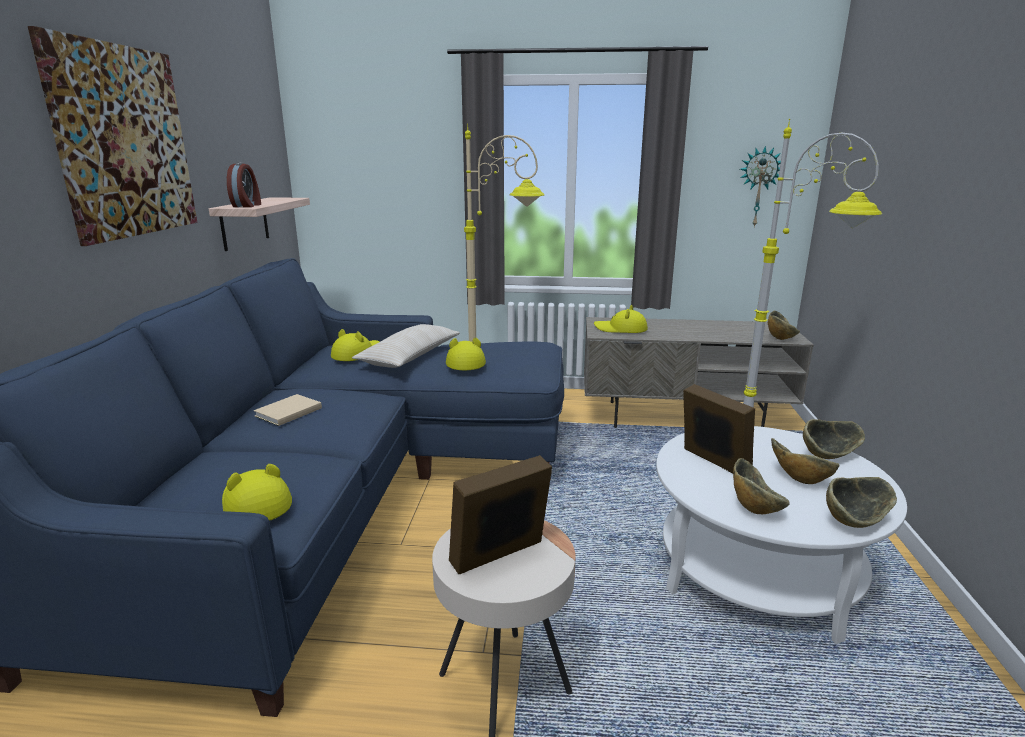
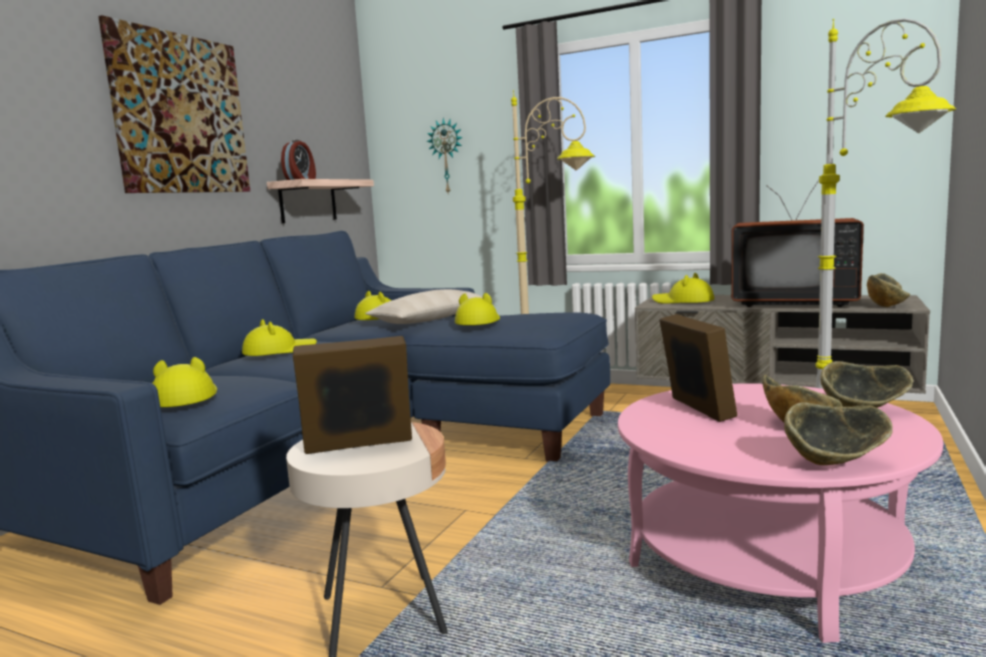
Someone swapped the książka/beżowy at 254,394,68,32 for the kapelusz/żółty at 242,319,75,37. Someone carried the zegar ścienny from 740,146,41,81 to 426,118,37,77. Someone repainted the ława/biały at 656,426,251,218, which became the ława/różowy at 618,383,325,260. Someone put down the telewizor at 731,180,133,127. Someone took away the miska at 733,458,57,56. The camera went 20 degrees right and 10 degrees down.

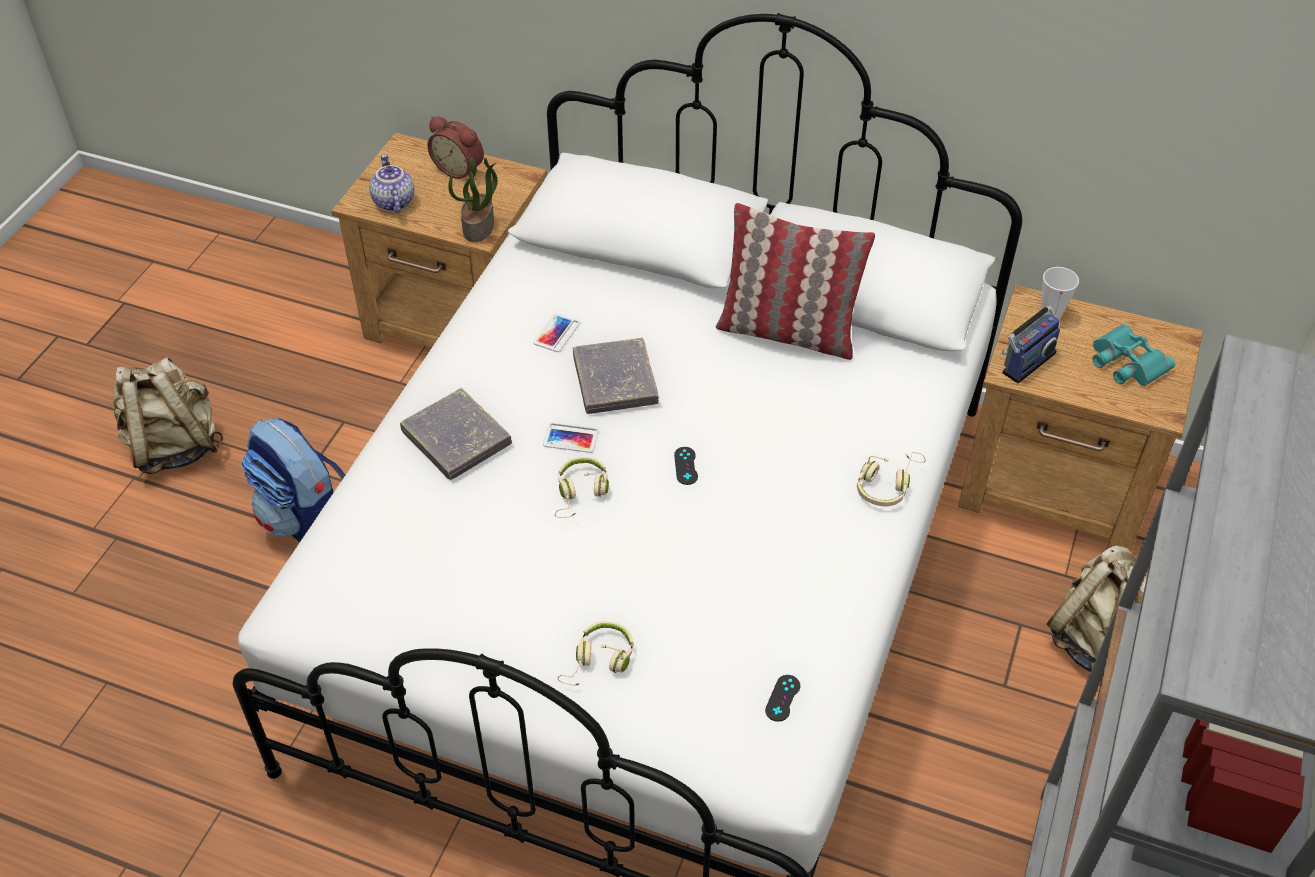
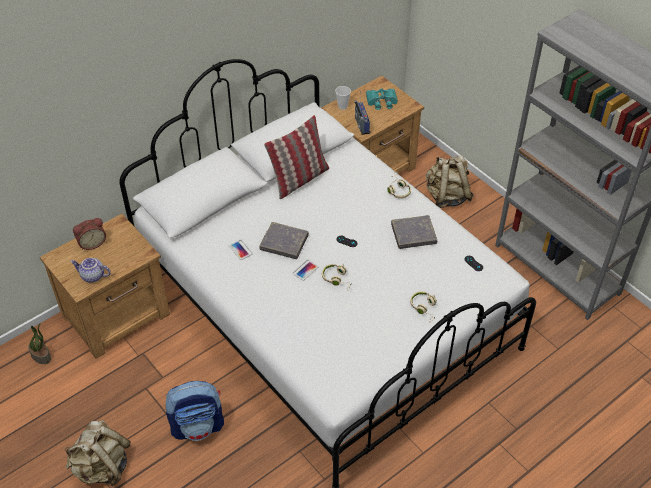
Someone carried the roślina doniczkowa from 448,157,49,85 to 28,323,23,41. Someone carried the książka/szary from 400,388,112,92 to 391,215,46,34. The camera went 60 degrees left and 0 degrees up.

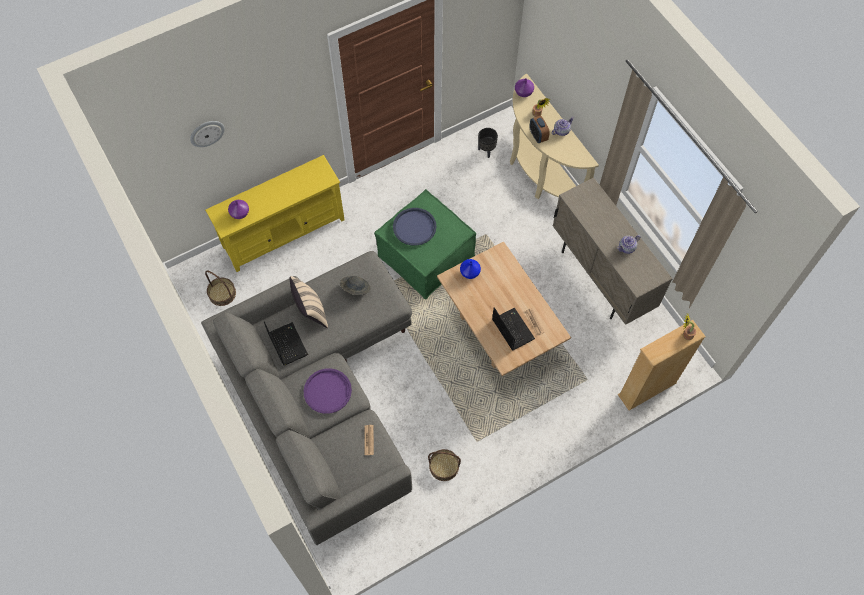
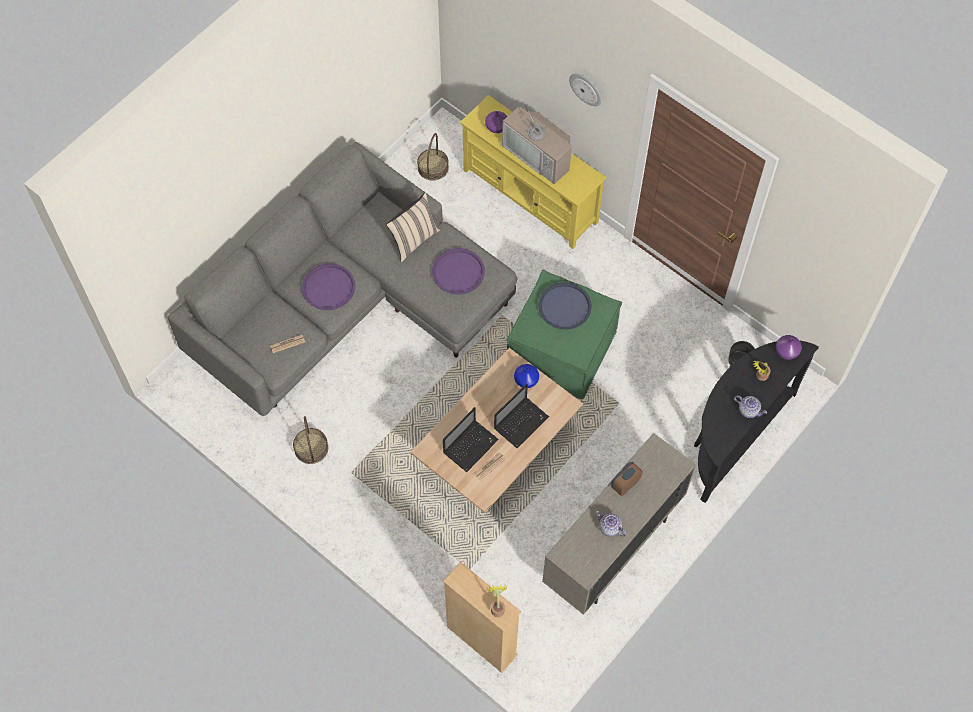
Someone swapped the kapelusz/szary at 340,276,31,19 for the taca/fioletowy at 432,248,53,47. Someone carried the laptop from 264,321,44,45 to 494,384,55,64. Someone put down the telewizor at 502,98,70,86. Someone carried the zegar ścienny from 190,121,35,26 to 569,74,33,32. Someone carried the budzik from 529,115,21,28 to 611,462,32,34. Someone repainted the stolik konsolowy/beżowy at 510,74,89,125, which became the stolik konsolowy/czarny at 694,340,125,163. The camera went 70 degrees right and 0 degrees up.

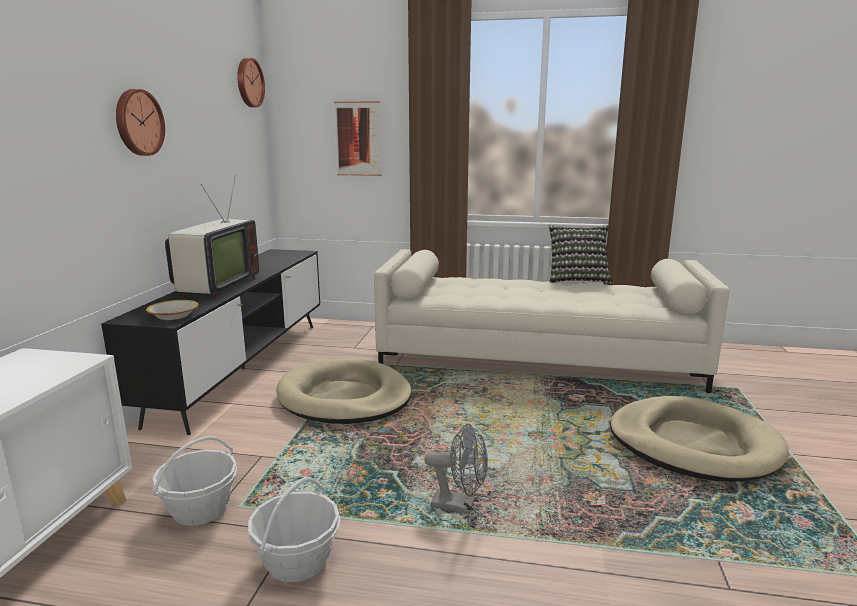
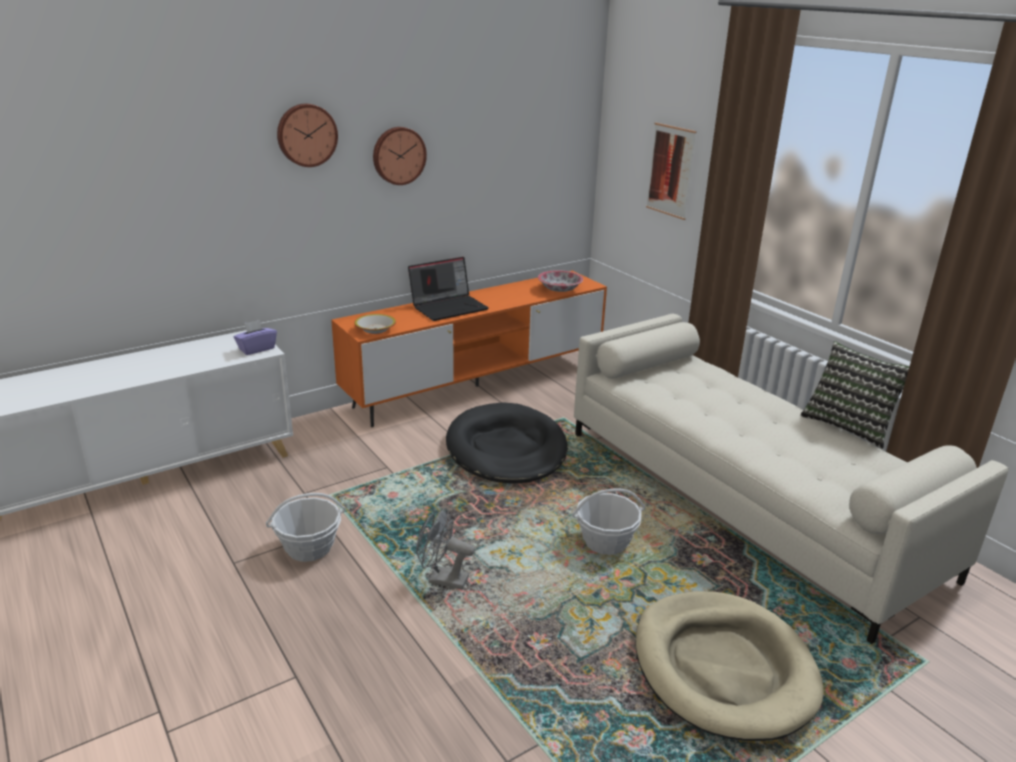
Someone put down the pudełko chusteczek/fioletowy at 234,320,43,35. Someone carried the zegar ścienny from 237,58,28,49 to 277,104,61,63. Someone repainted the szafka pod telewizor/czarny at 101,249,219,186, which became the szafka pod telewizor/pomarańczowy at 331,271,276,156. Someone swapped the telewizor at 165,175,94,124 for the laptop at 408,257,81,64. Someone rotated the wentylator/szary at 424,423,64,91 by 135 degrees clockwise. Someone repainted the legowisko/beżowy at 276,359,136,65, which became the legowisko/czarny at 446,402,122,81. Someone put down the miska at 538,270,45,22. Someone carried the koszyk from 152,436,85,90 to 572,488,73,67. The camera went 45 degrees right and 10 degrees up.

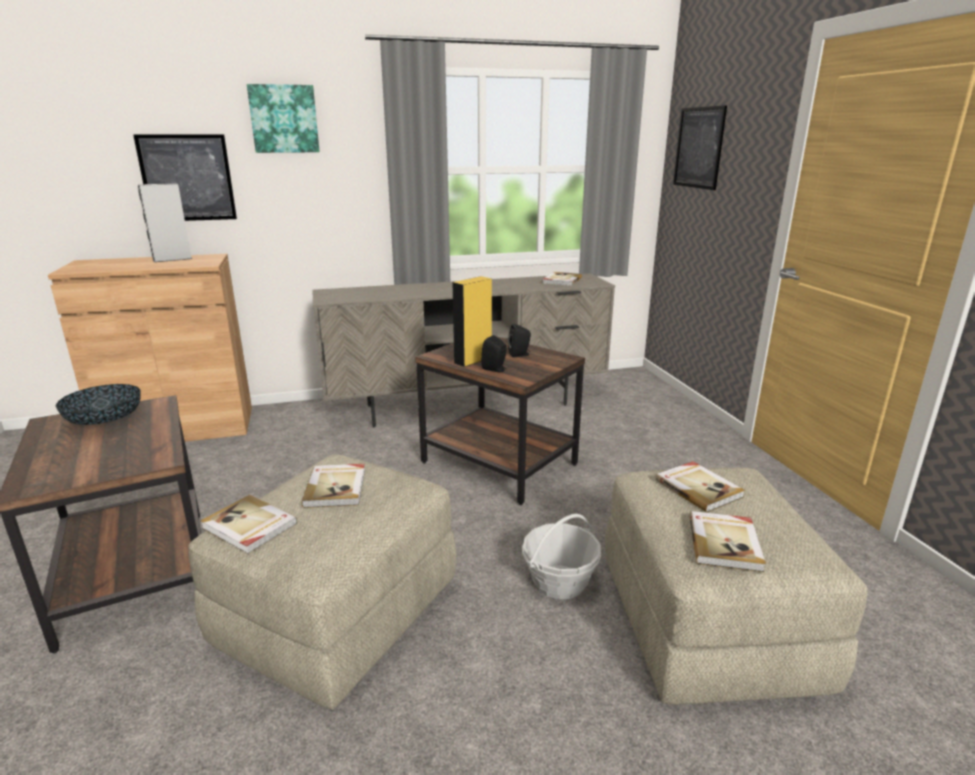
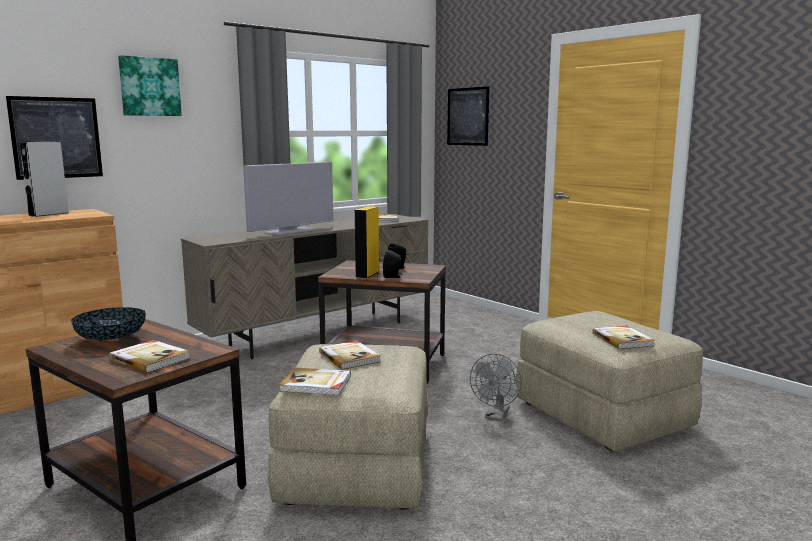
Someone carried the książka from 655,461,90,51 to 109,340,82,33. Someone put down the telewizor at 243,162,91,74. Someone swapped the koszyk at 522,514,79,85 for the wentylator/szary at 470,354,52,67. The camera went 25 degrees left and 10 degrees down.

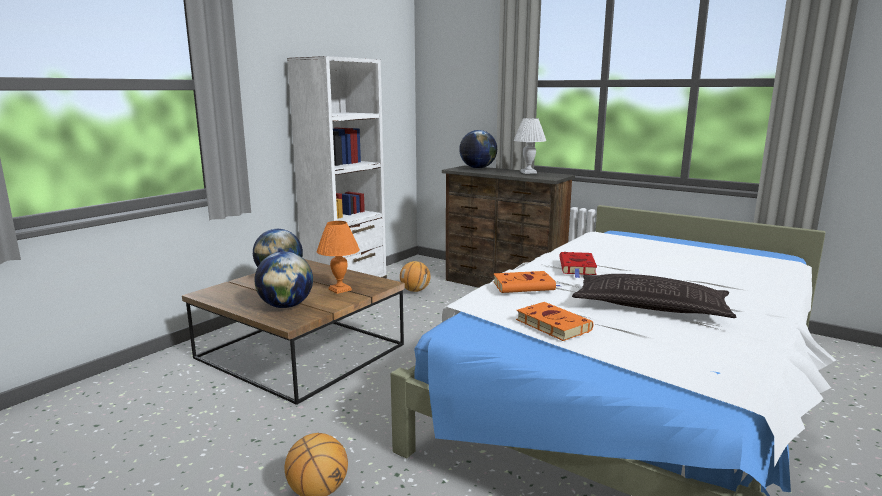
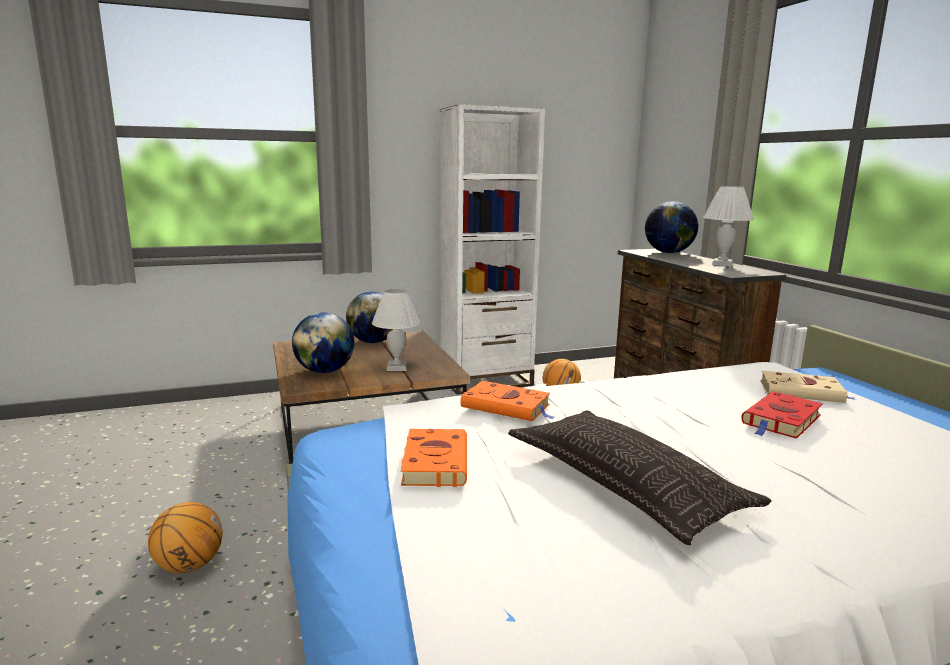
Someone repainted the lampa stołowa/pomarańczowy at 317,221,43,73, which became the lampa stołowa/biały at 372,289,49,82. Someone carried the książka/czerwony from 560,252,37,26 to 741,391,82,48. Someone put down the książka/beżowy at 760,371,96,32. The camera went 35 degrees right and 0 degrees up.

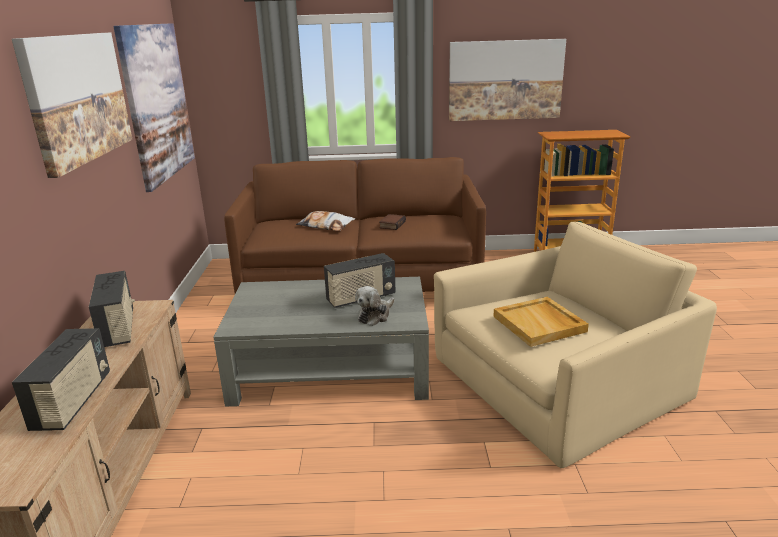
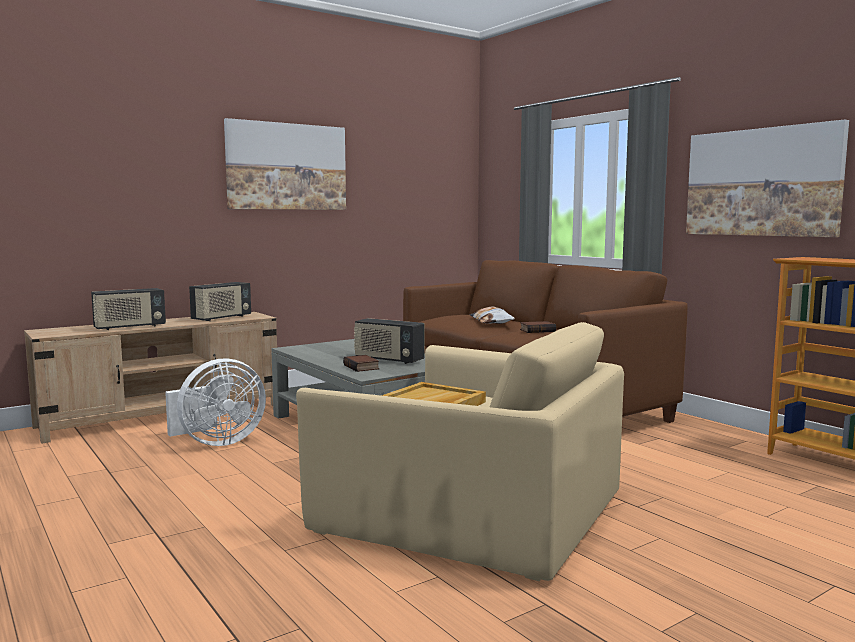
Someone put down the wentylator/biały at 165,359,101,87. Someone swapped the pluszak at 355,286,39,40 for the książka at 343,355,36,17. Someone took away the obraz at 114,23,81,169. The camera went 55 degrees right and 15 degrees down.

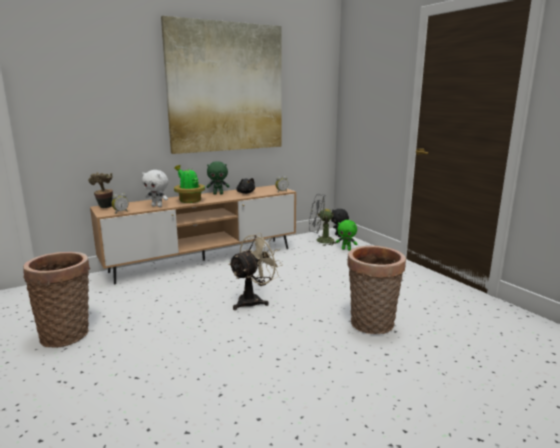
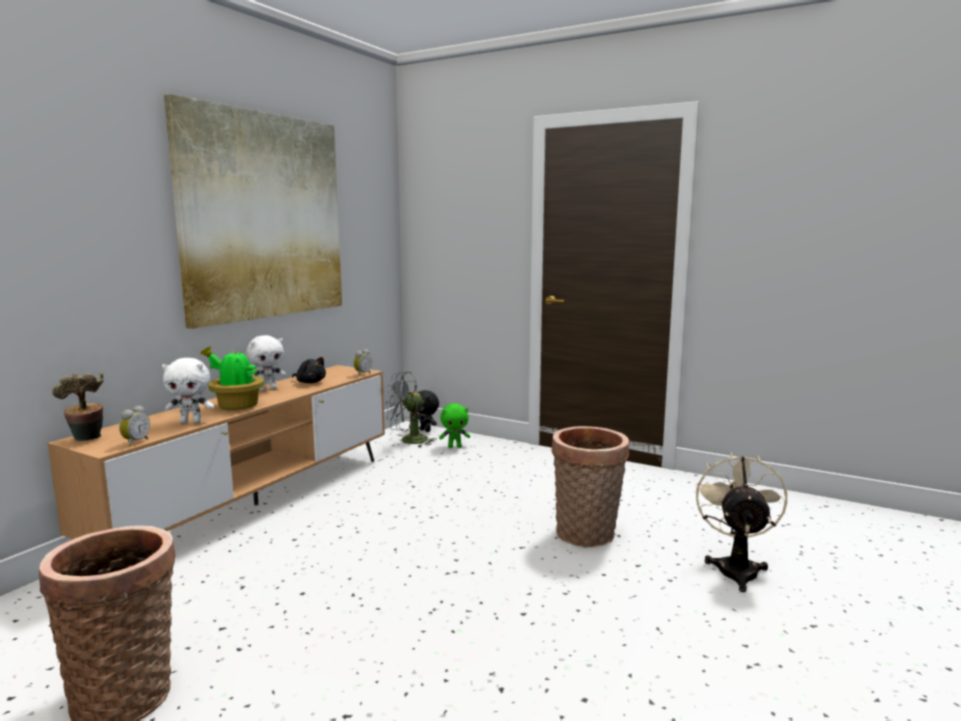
Someone repainted the pluszak/zielony at 206,161,24,34, which became the pluszak/biały at 246,335,40,56. Someone carried the wentylator/beżowy from 228,233,55,77 to 695,452,92,140. The camera went 30 degrees left and 5 degrees down.

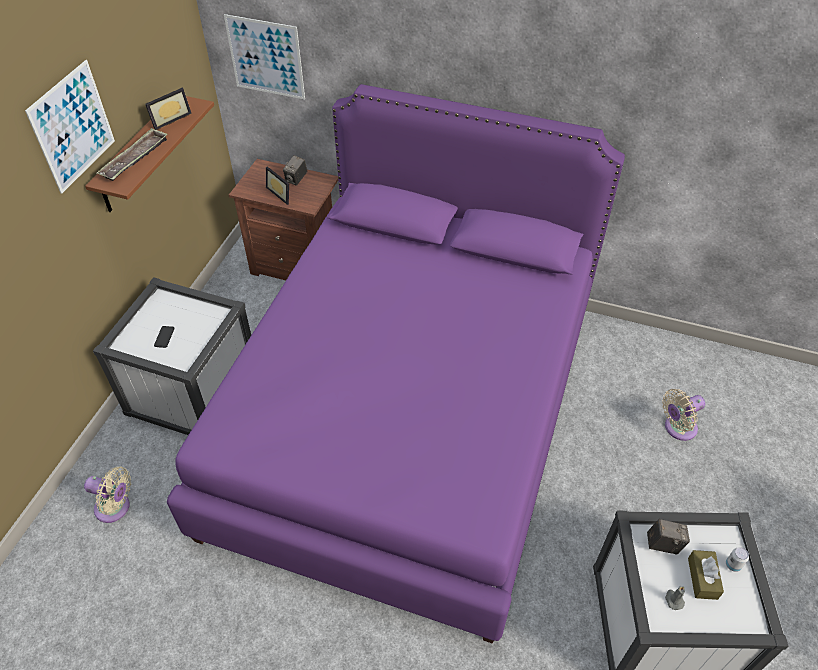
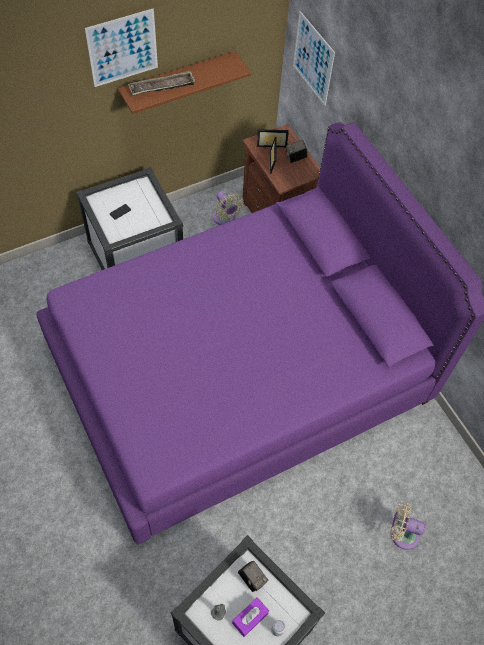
Someone carried the wentylator/beżowy from 84,467,47,56 to 213,191,31,34. Someone repainted the pudełko chusteczek/brązowy at 688,550,36,50, which became the pudełko chusteczek/fioletowy at 232,597,37,40. Someone carried the ramka na zdjęcie from 145,88,47,42 to 257,129,32,19. The camera went 40 degrees right and 10 degrees up.

